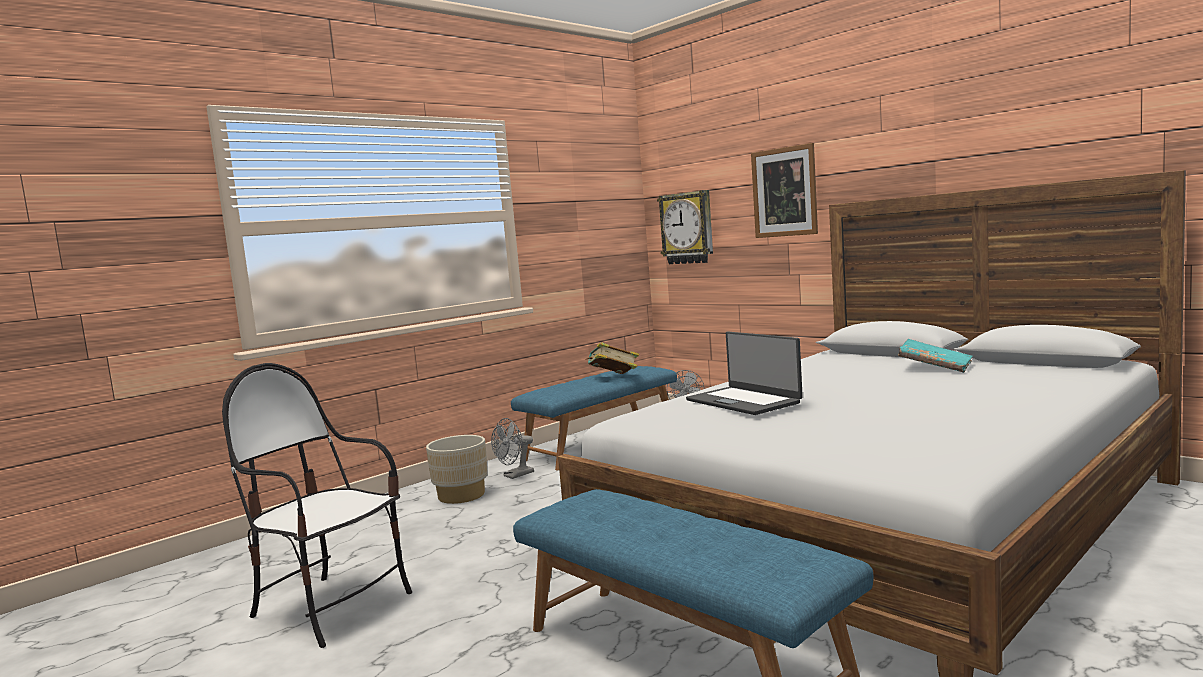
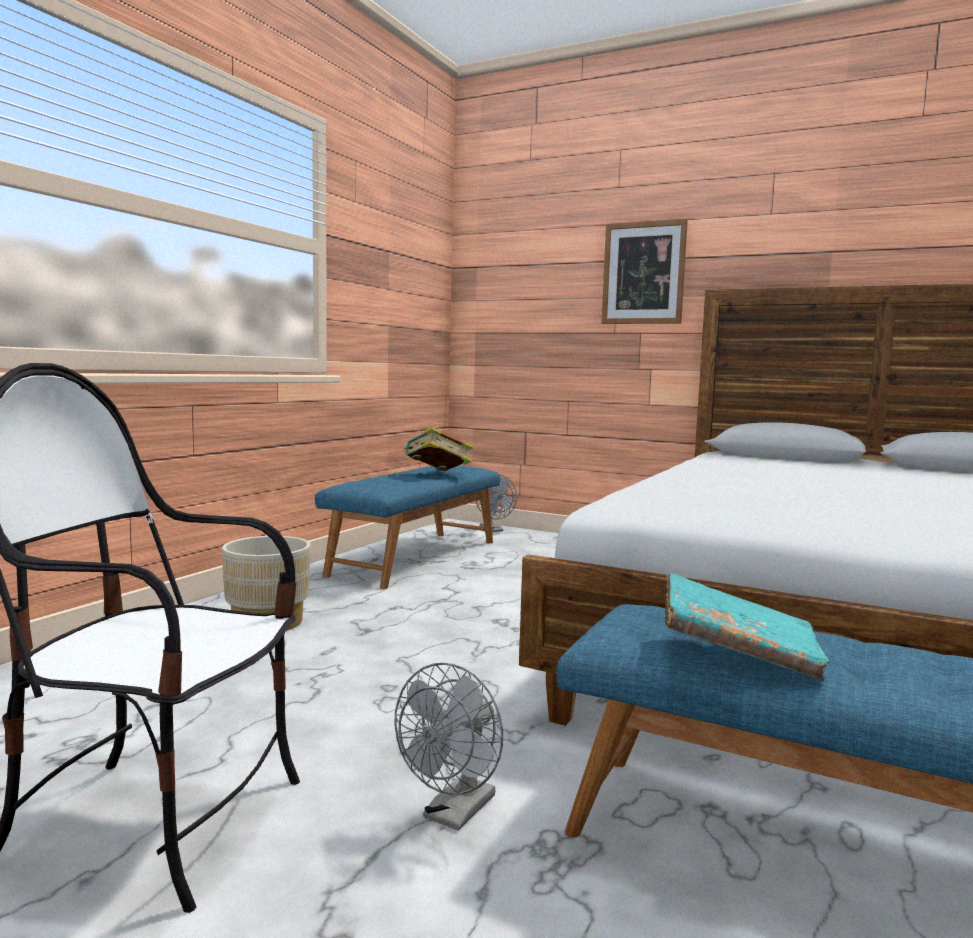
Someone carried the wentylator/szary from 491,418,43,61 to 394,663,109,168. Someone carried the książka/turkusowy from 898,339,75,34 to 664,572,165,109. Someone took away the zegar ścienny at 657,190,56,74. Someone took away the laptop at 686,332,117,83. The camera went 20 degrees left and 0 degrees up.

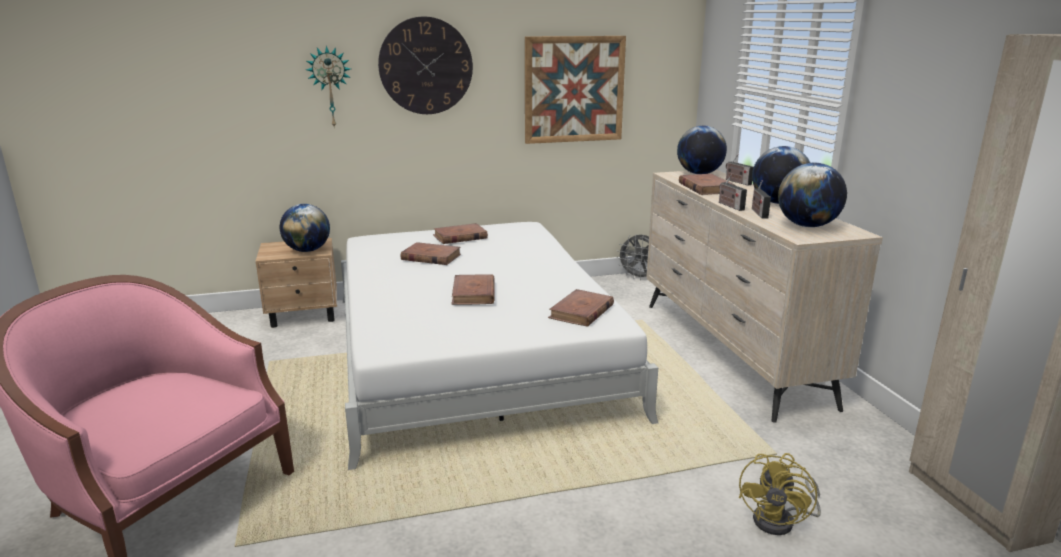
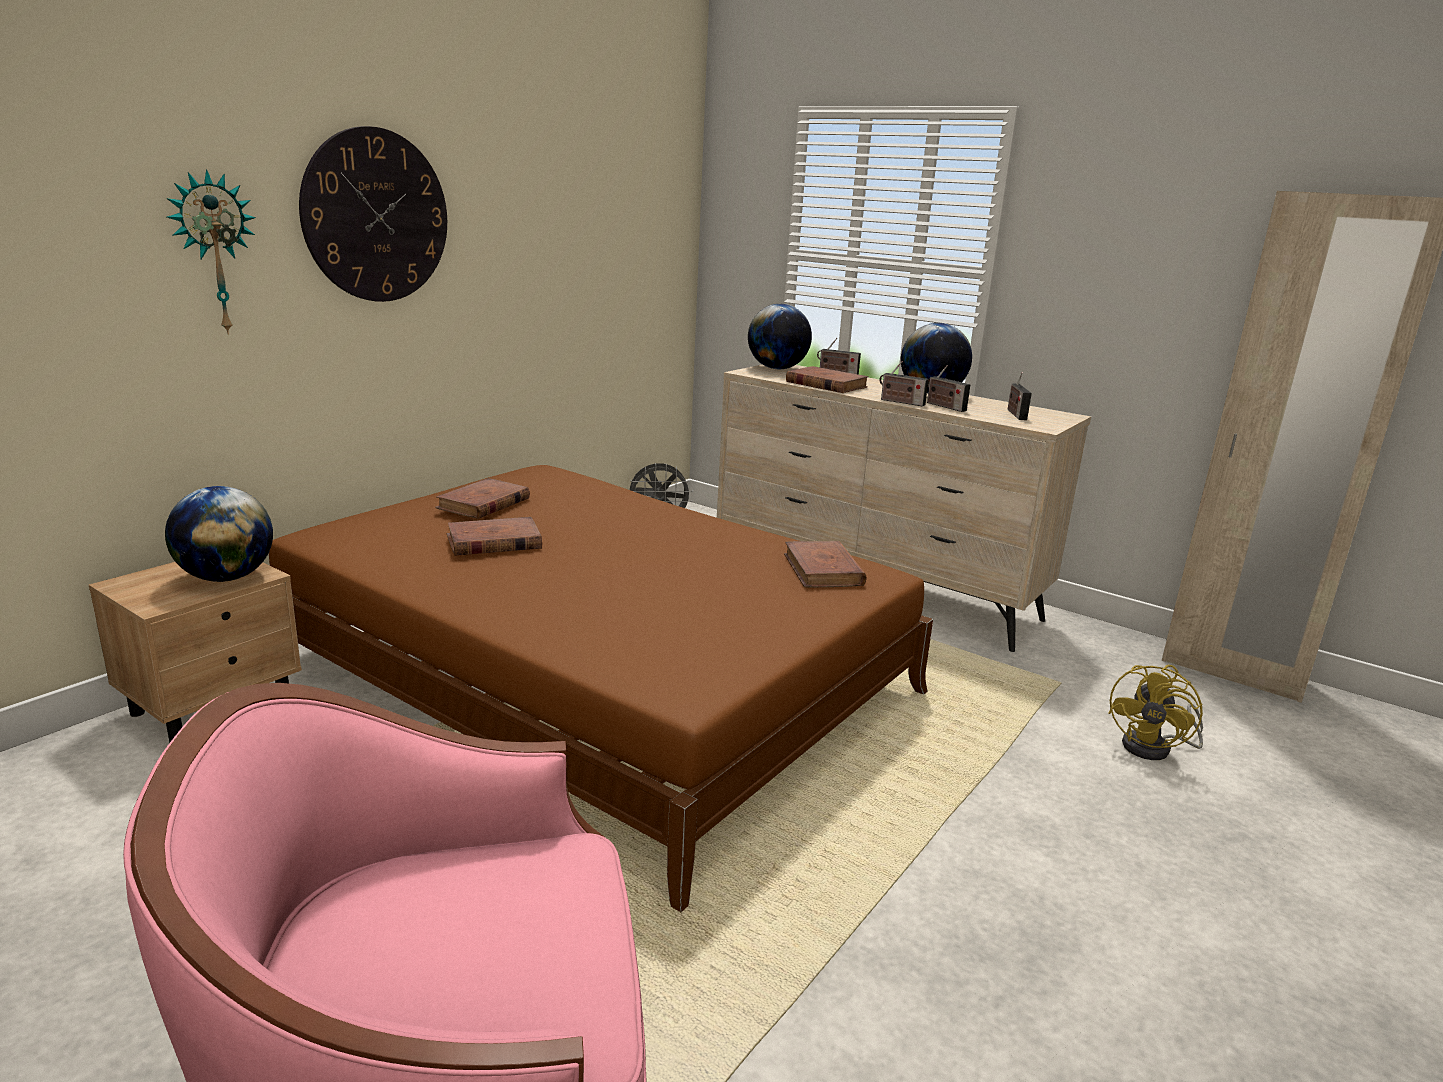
Someone repainted the łóżko/biały at 341,222,317,248, which became the łóżko/brązowy at 269,465,664,447. Someone swapped the globus at 778,163,69,64 for the radio at 1008,372,24,48. Someone rotated the wentylator/żółty at 739,453,82,82 by 45 degrees clockwise. Someone took away the książka/brązowy at 451,274,44,31. Someone took away the obraz at 525,36,101,108. The camera went 40 degrees left and 0 degrees up.

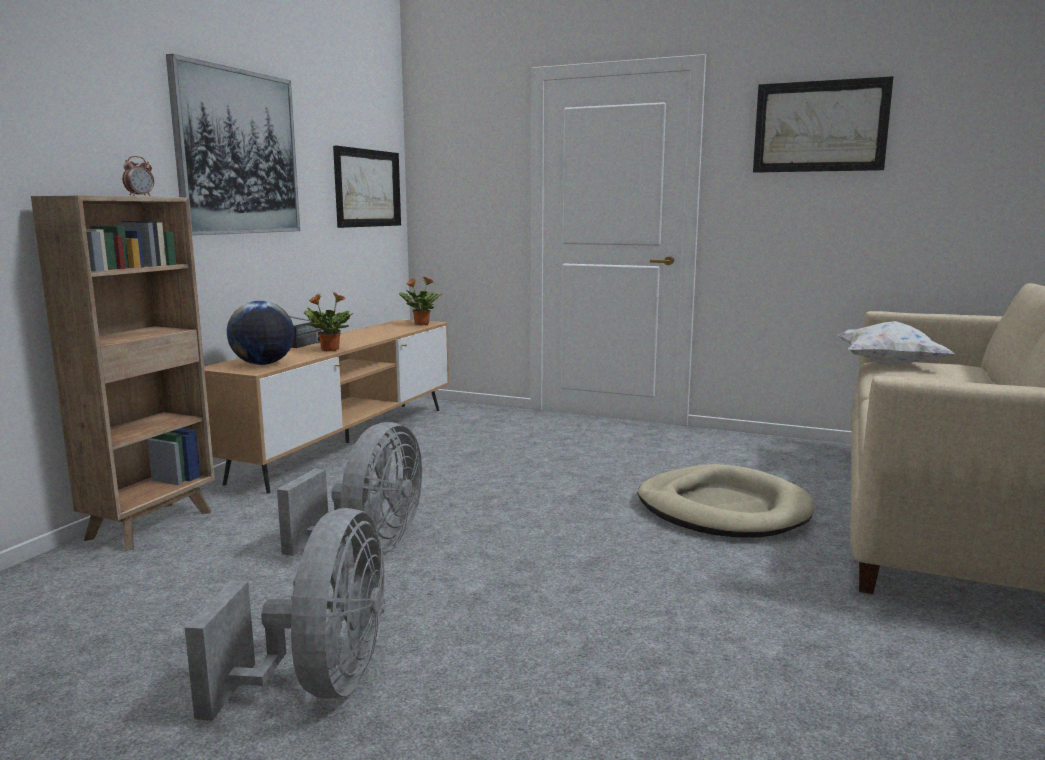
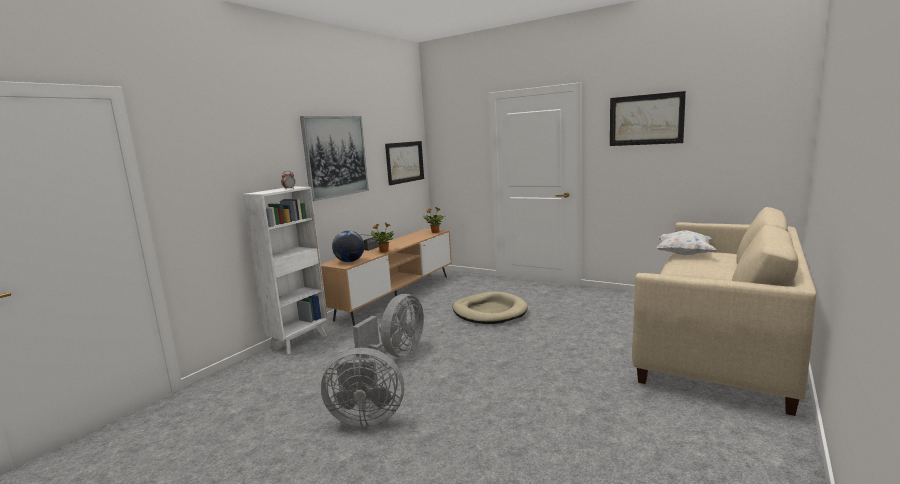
Someone repainted the regał/brązowy at 31,196,184,355, which became the regał/biały at 243,187,85,167. Someone rotated the wentylator/szary at 185,508,200,213 by 75 degrees clockwise. Someone carried the legowisko/beżowy from 638,464,176,74 to 452,291,76,33. The camera went 10 degrees right and 0 degrees up.

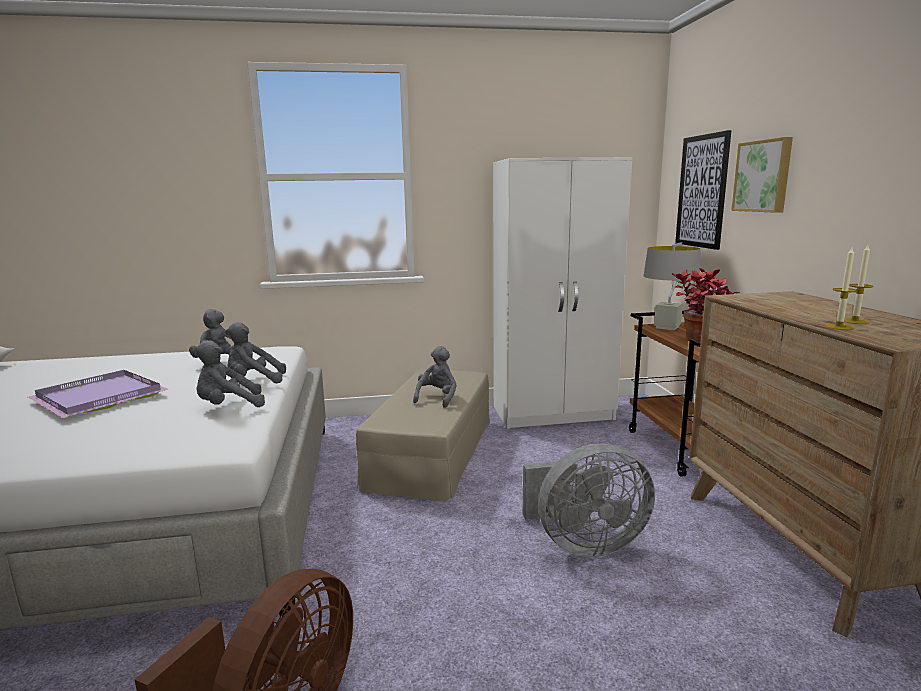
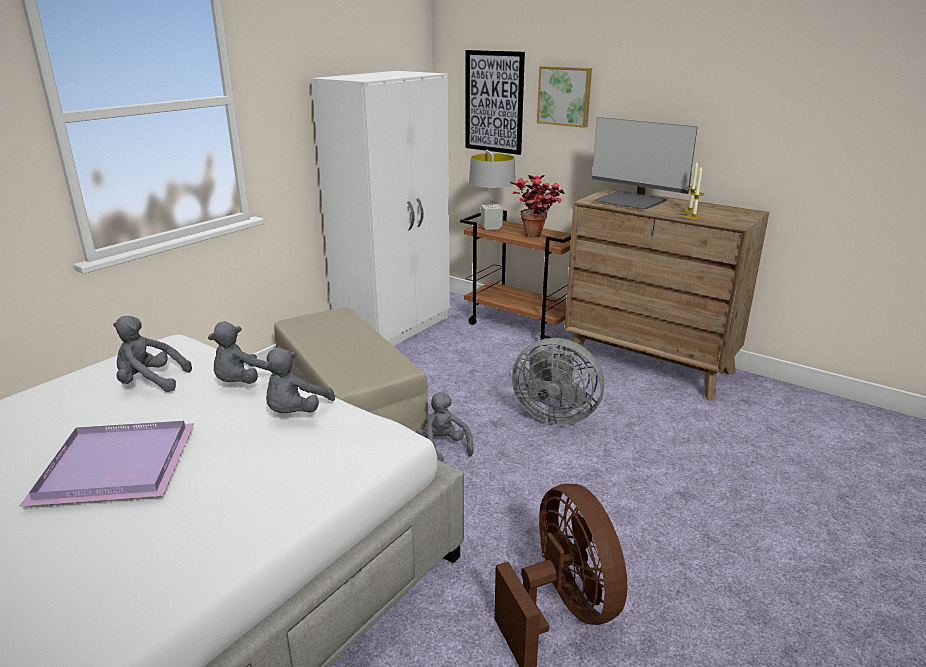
Someone carried the pluszak/szary from 413,346,44,62 to 416,392,58,69. Someone rotated the wentylator/szary at 523,444,132,113 by 75 degrees clockwise. Someone put down the monitor at 592,117,106,92. The camera went 45 degrees left and 10 degrees up.

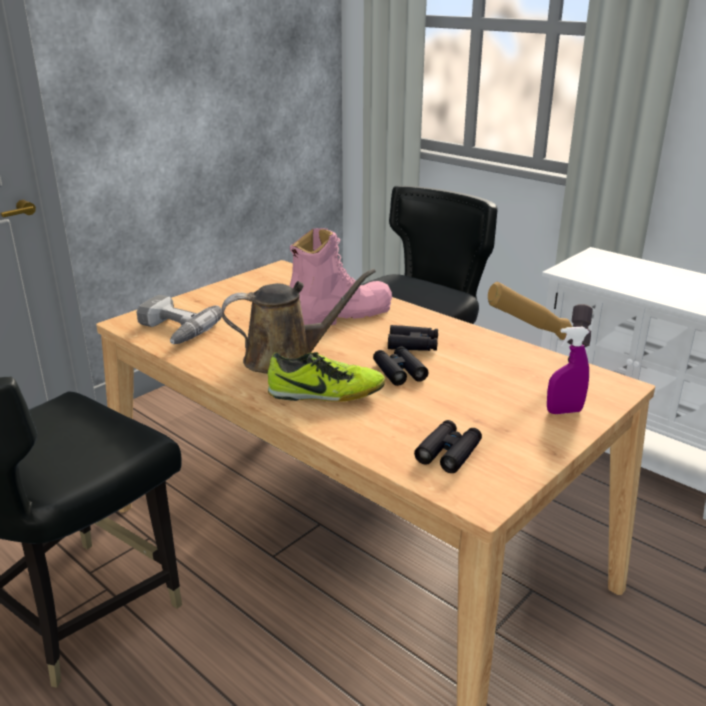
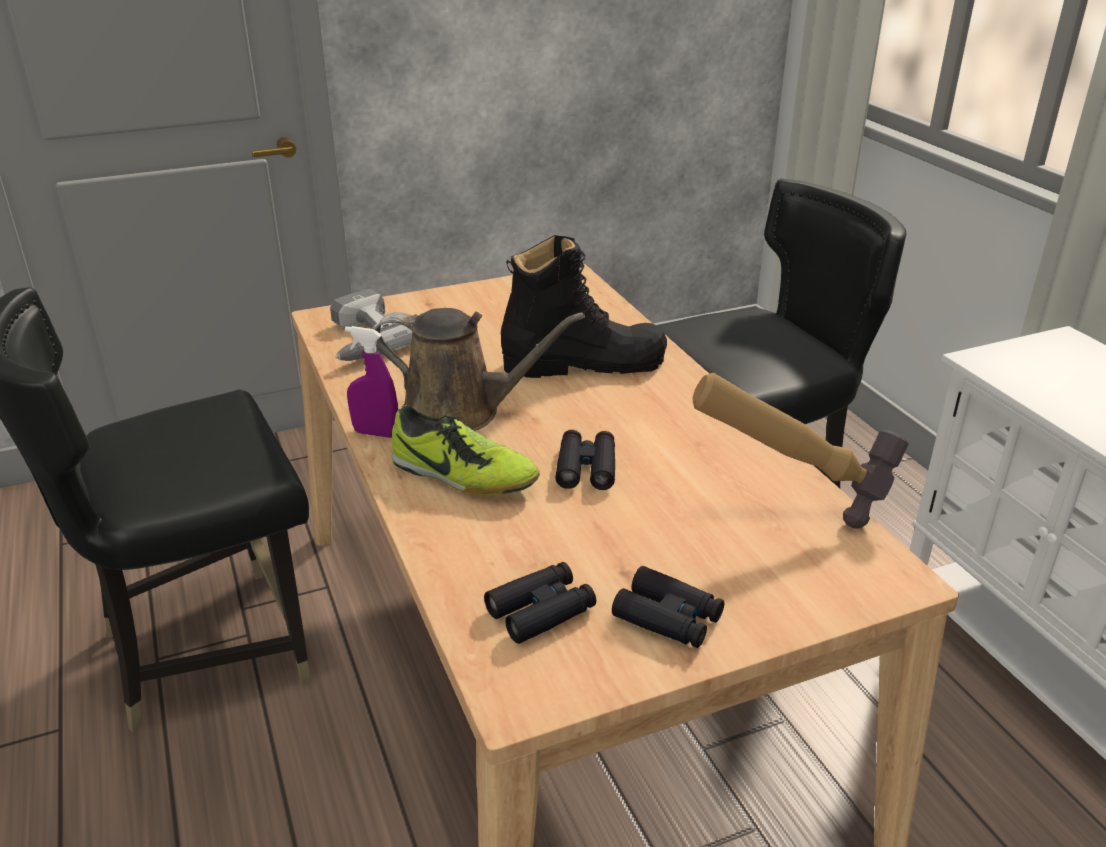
Someone carried the spryskiwacz/fioletowy from 547,327,43,87 to 345,326,53,112. Someone repainted the but z cholewką/różowy at 290,228,102,97, which became the but z cholewką/czarny at 501,235,166,143. Someone carried the lornetka/czarny from 388,325,50,26 to 612,566,112,82. The camera went 25 degrees right and 5 degrees up.

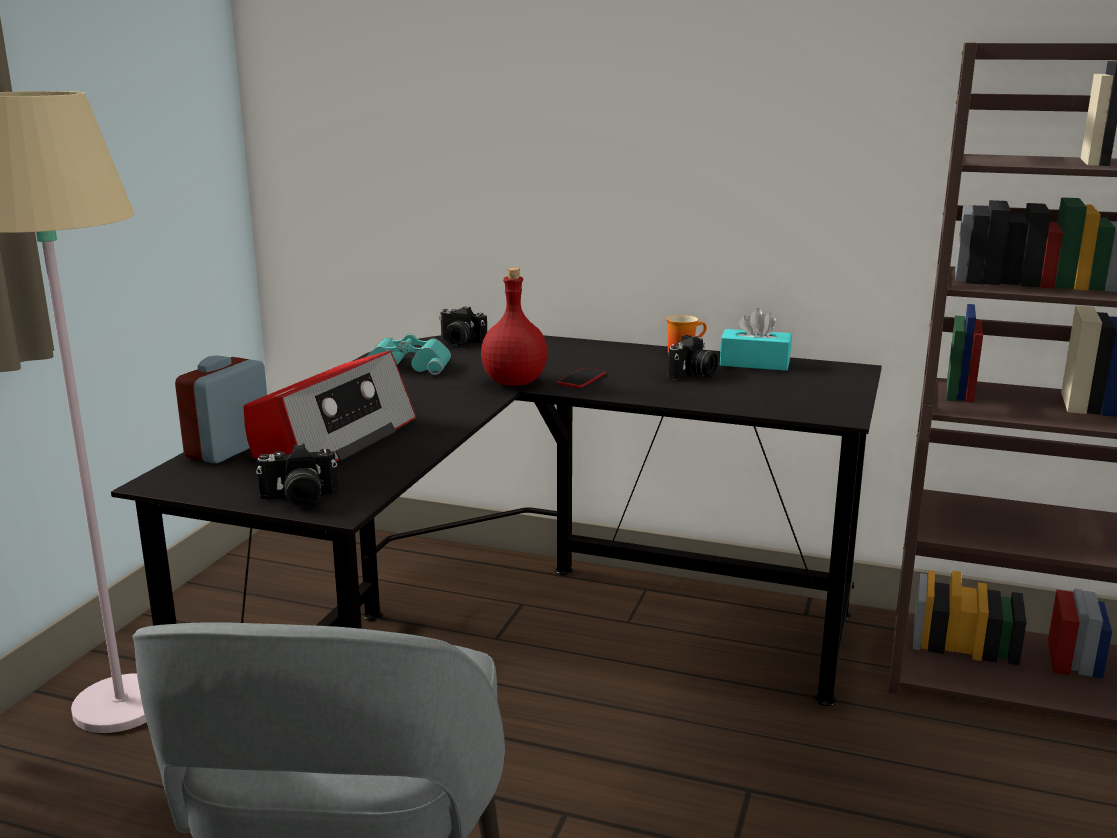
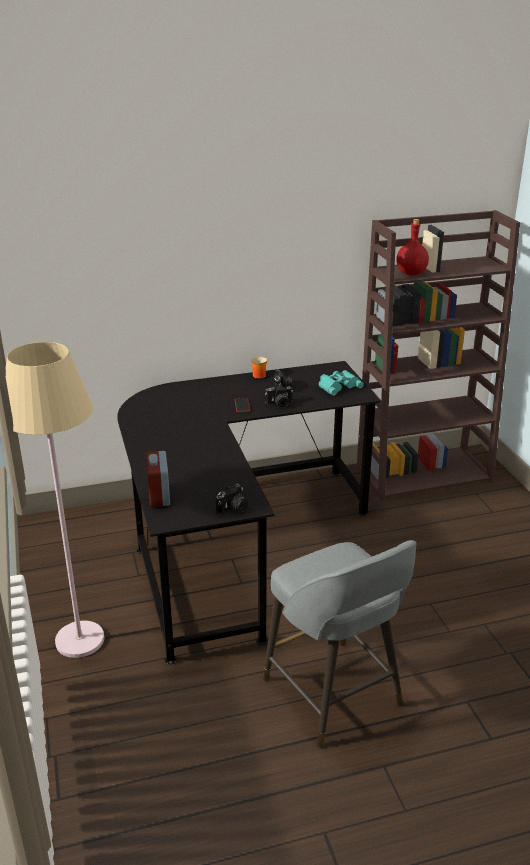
Someone carried the aparat fotograficzny from 439,306,48,40 to 265,384,28,24. Someone carried the lornetka/turkusowy from 366,334,85,41 to 318,370,46,26. Someone carried the butelka/czerwony from 481,268,67,118 to 396,219,33,56. Someone took away the radio at 243,351,173,110. Someone took away the pudełko chusteczek/turkusowy at 720,308,72,63. The camera went 35 degrees left and 10 degrees up.

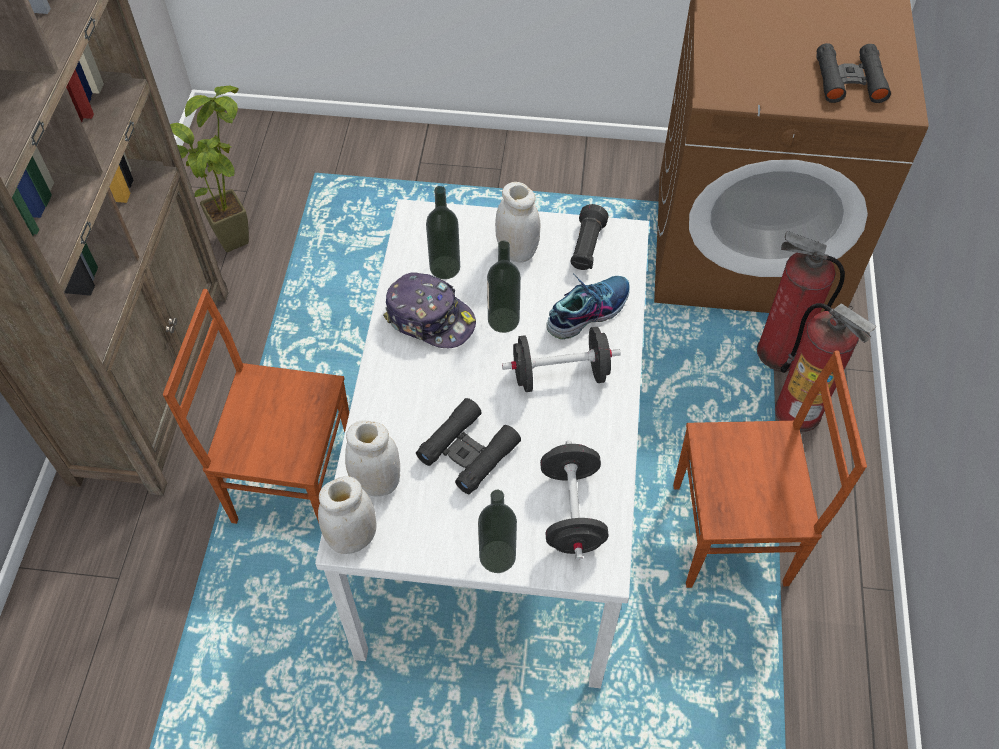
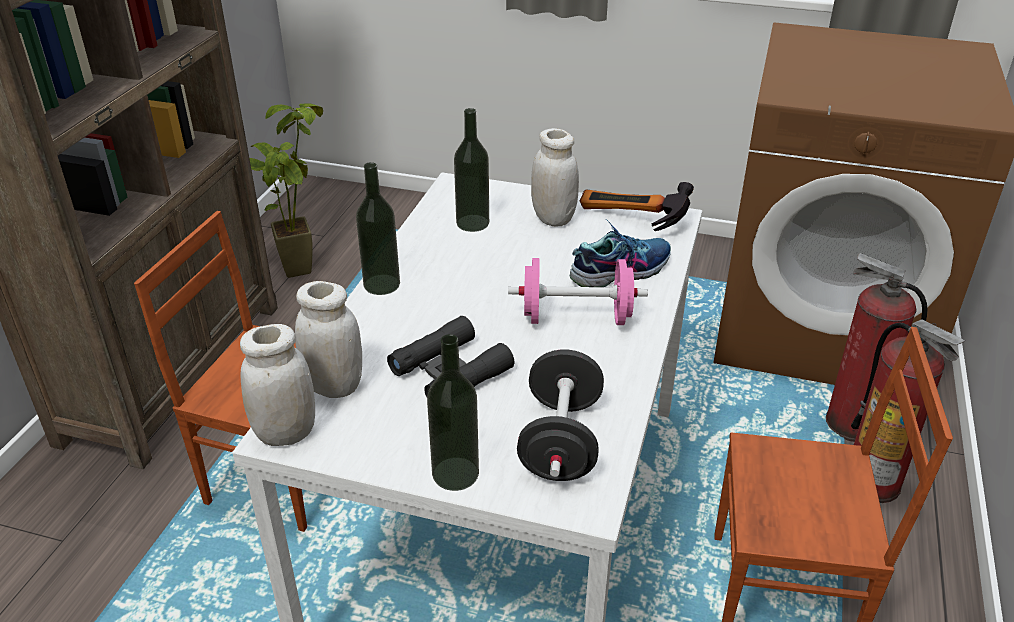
Someone carried the butelka from 487,240,34,93 to 356,162,44,133. Someone repainted the hantel/czarny at 502,327,119,65, which became the hantel/różowy at 508,258,140,67. Someone swapped the latarka/czarny at 570,204,38,66 for the młotek at 580,182,114,49. Someone took away the czapka z daszkiem at 383,273,93,75. Someone took away the lornetka/czarny at 816,43,75,60. The camera went 10 degrees right and 20 degrees down.

